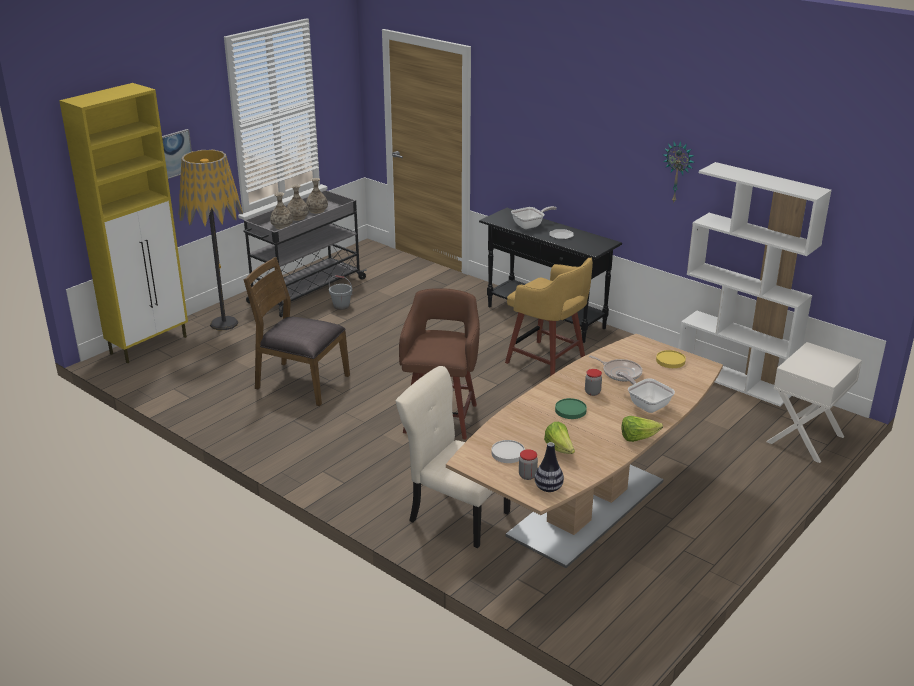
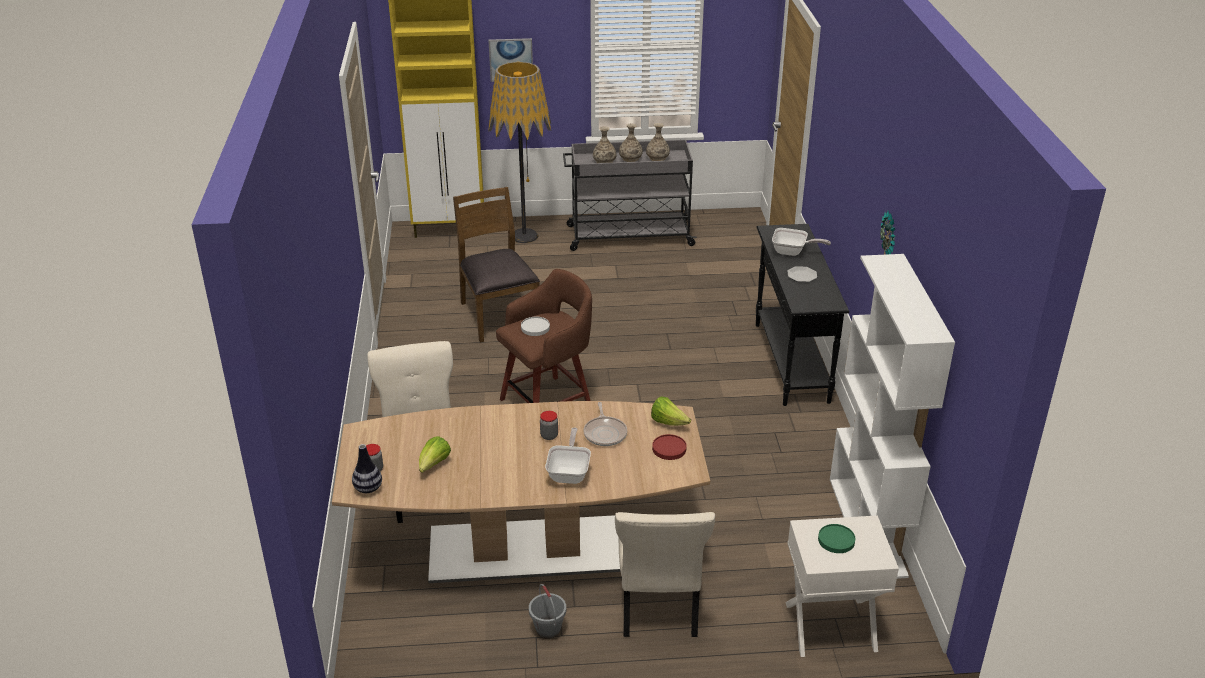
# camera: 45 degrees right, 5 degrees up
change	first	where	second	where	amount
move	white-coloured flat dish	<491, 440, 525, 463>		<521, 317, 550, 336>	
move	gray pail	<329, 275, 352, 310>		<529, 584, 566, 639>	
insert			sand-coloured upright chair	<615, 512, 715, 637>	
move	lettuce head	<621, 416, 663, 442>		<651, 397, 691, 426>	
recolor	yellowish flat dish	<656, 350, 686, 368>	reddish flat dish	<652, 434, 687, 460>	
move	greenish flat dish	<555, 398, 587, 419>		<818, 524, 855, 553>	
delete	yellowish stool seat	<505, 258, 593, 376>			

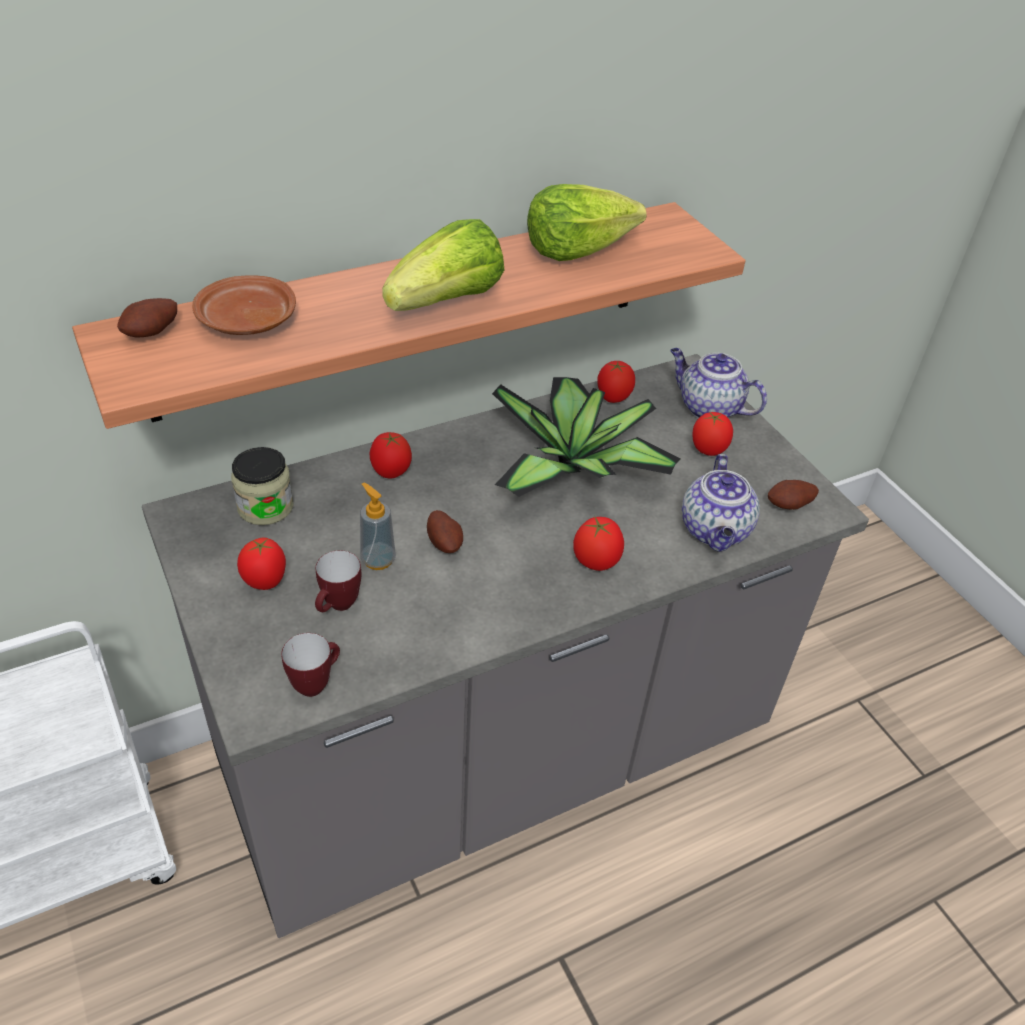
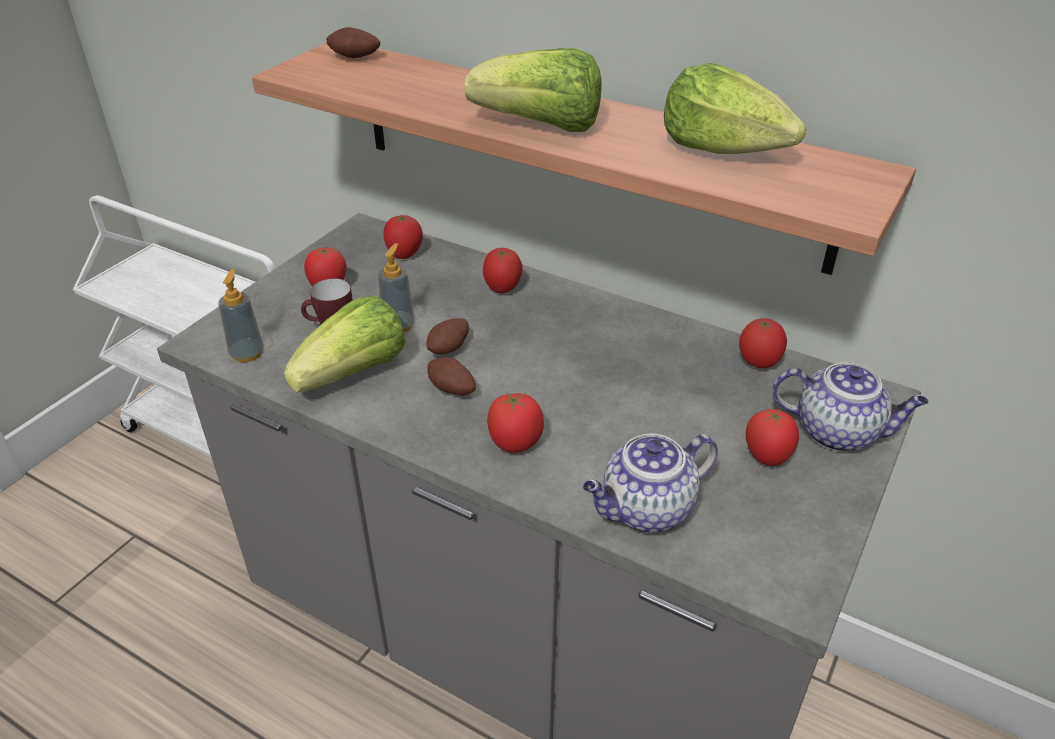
# camera: 60 degrees right, 5 degrees down
change	first	where	second	where	amount
replace	coffee mug	<281, 633, 340, 697>	soap dispenser	<218, 269, 264, 362>	
insert			lettuce head	<284, 296, 405, 393>	
replace	jar	<231, 447, 294, 525>	tomato	<383, 215, 423, 259>	
move	whole potato	<768, 480, 819, 510>		<427, 357, 476, 396>	
rotate	pot for tea	<670, 348, 767, 418>		<772, 363, 929, 452>	105 degrees clockwise
delete	brownish flat dish	<192, 275, 296, 335>			
delete	houseplant	<492, 377, 681, 497>			

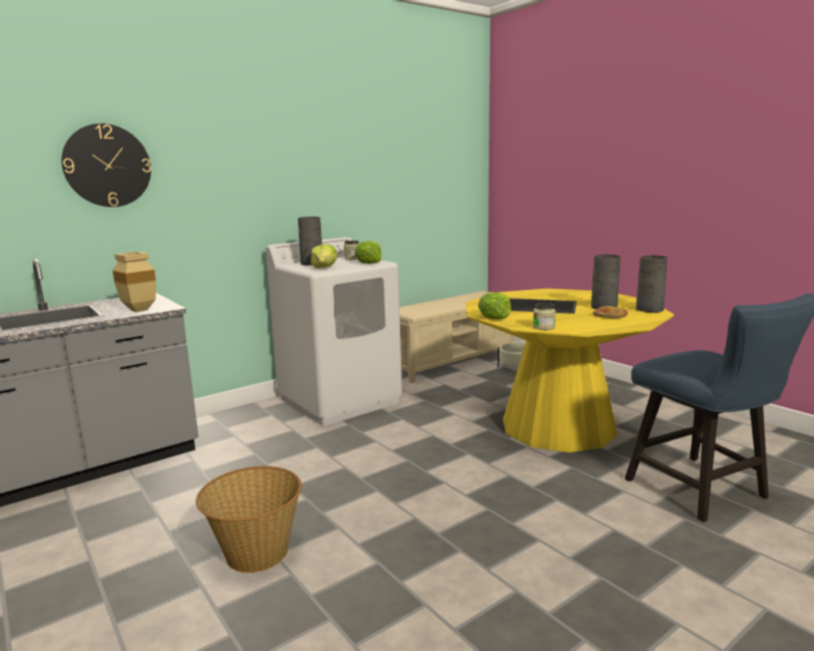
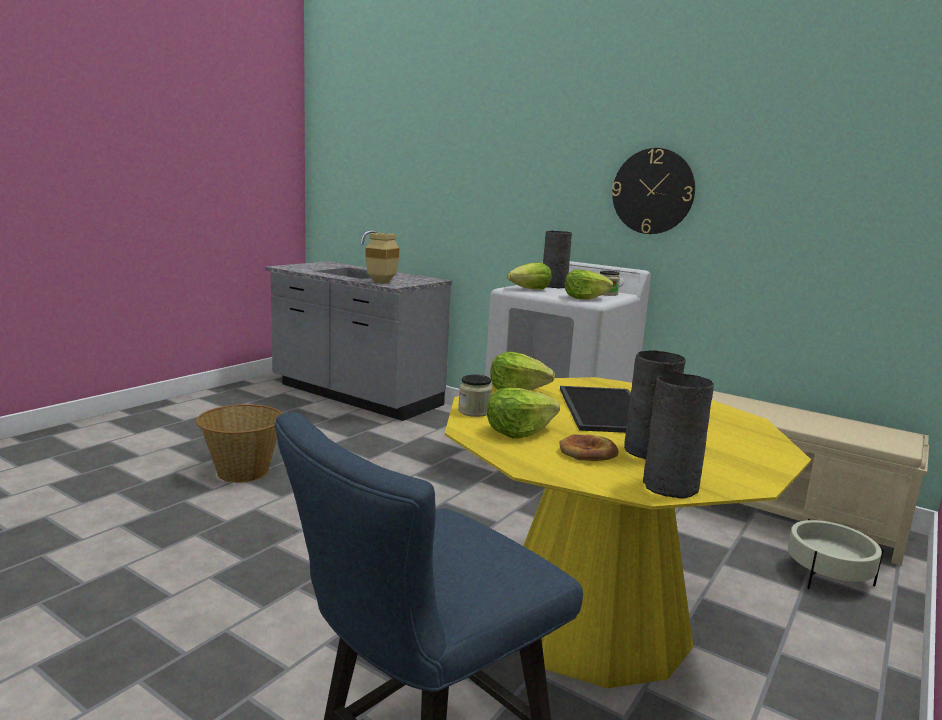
# camera: 70 degrees right, 0 degrees up
change	first	where	second	where	amount
insert			lettuce head	<487, 387, 560, 439>	
move	wall clock	<61, 123, 151, 207>		<612, 148, 695, 234>	

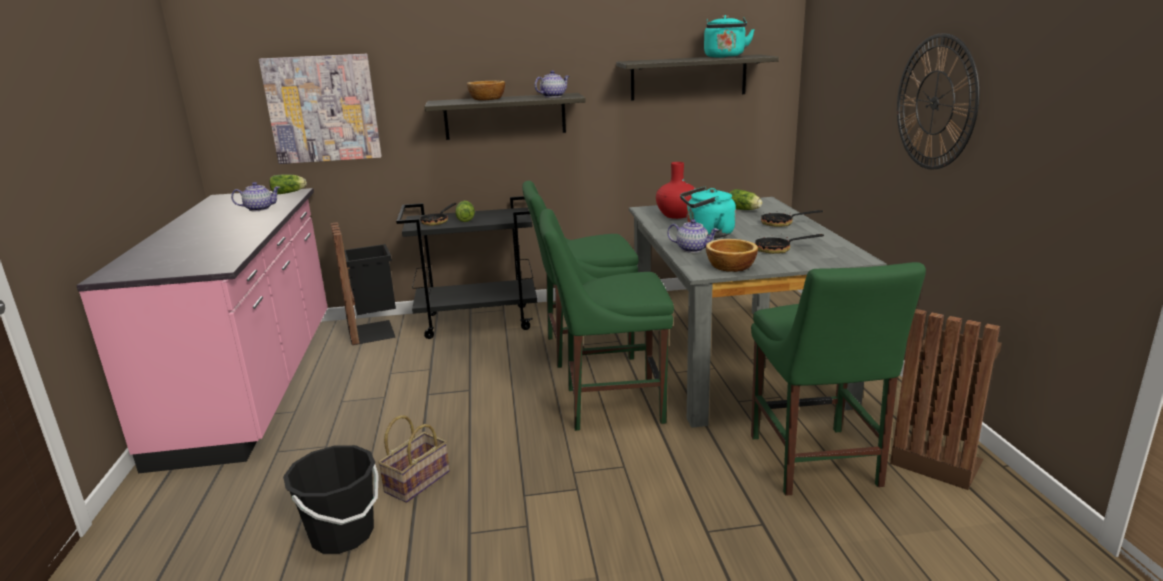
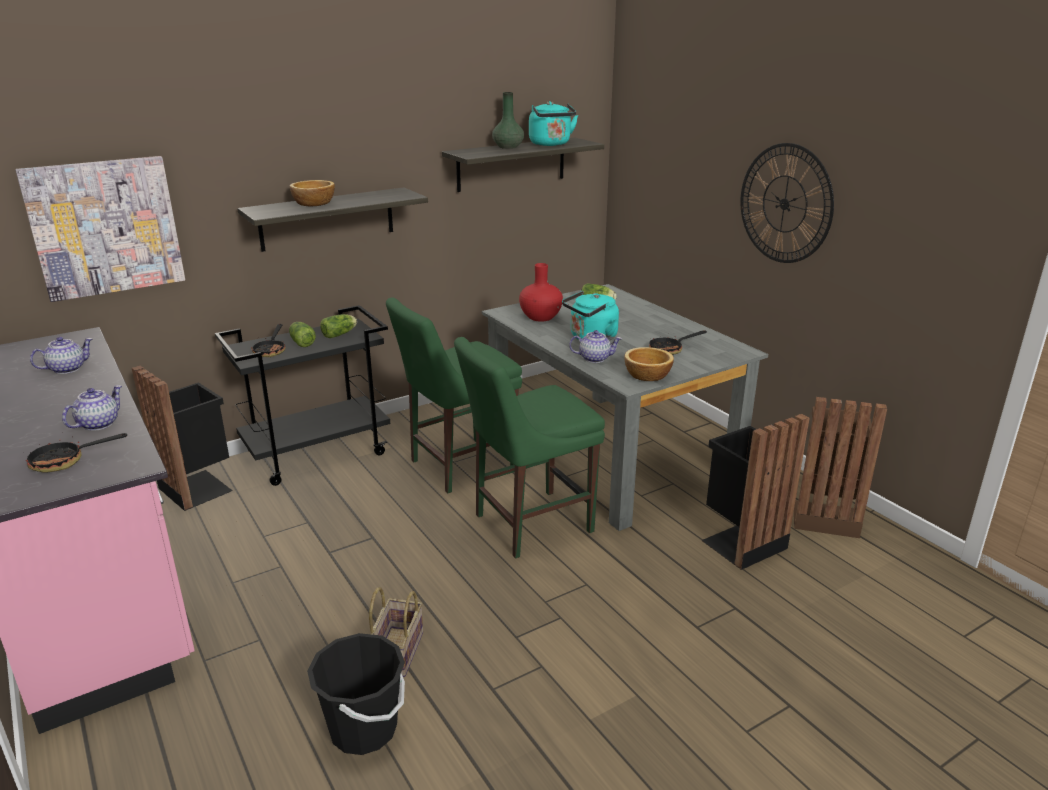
# camera: 25 degrees left, 5 degrees up
change	first	where	second	where	amount
move	skillet	<761, 210, 823, 227>		<26, 432, 127, 472>	
move	pot for tea	<534, 71, 570, 98>		<62, 385, 122, 431>	
move	lettuce head	<270, 174, 307, 194>		<320, 314, 357, 338>	
insert			greenish flower vase	<492, 92, 524, 149>	
replace	greenish upright chair	<751, 262, 926, 496>	black-coloured waste bin	<701, 414, 810, 570>	

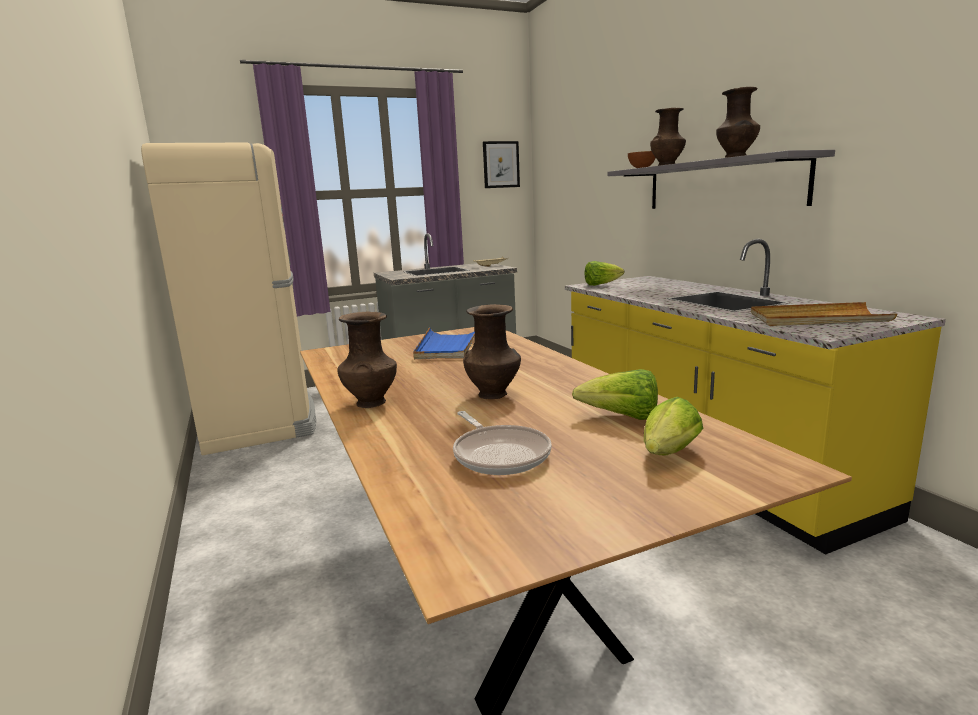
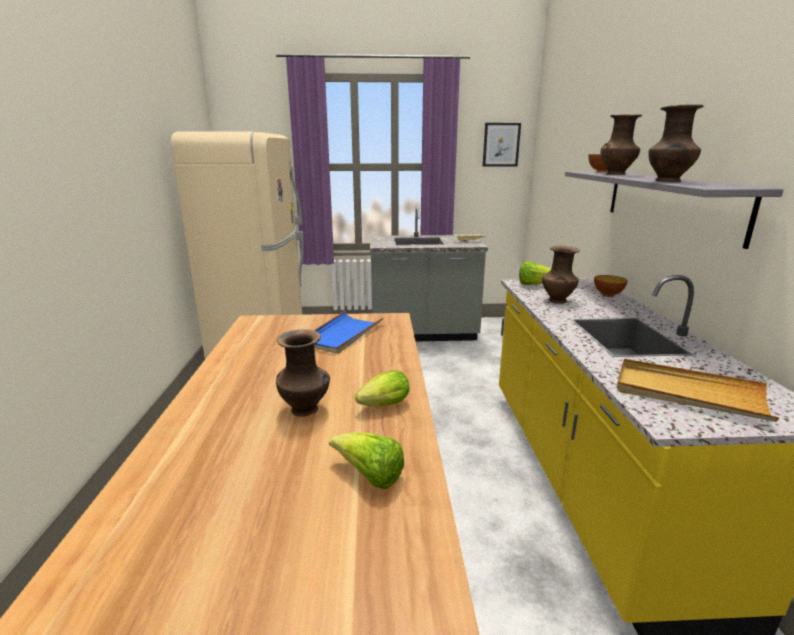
# camera: 20 degrees right, 5 degrees up
change	first	where	second	where	amount
move	lettuce head	<644, 397, 703, 456>		<355, 370, 409, 407>	
move	brownish flower vase	<337, 312, 397, 408>		<542, 246, 580, 304>	
insert			bowl	<594, 275, 628, 297>	
delete	skillet	<453, 411, 552, 475>			

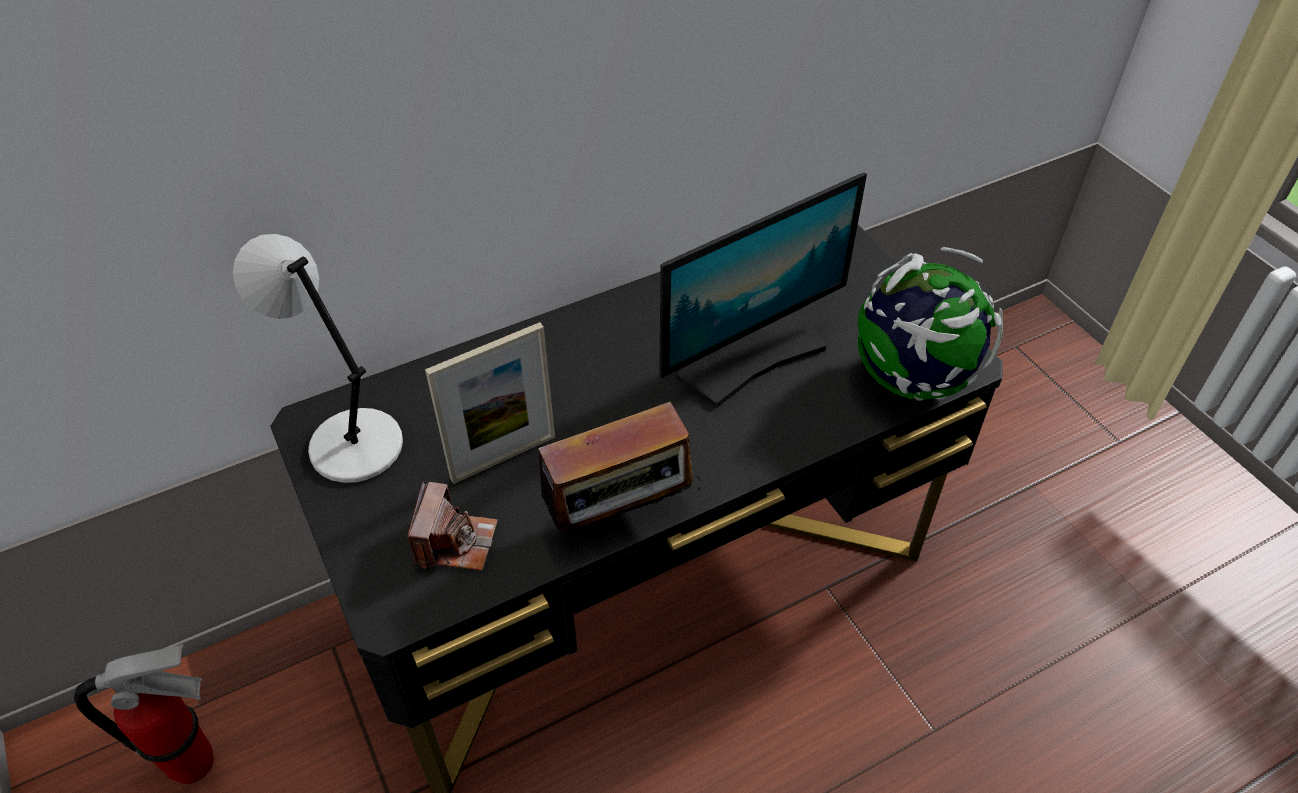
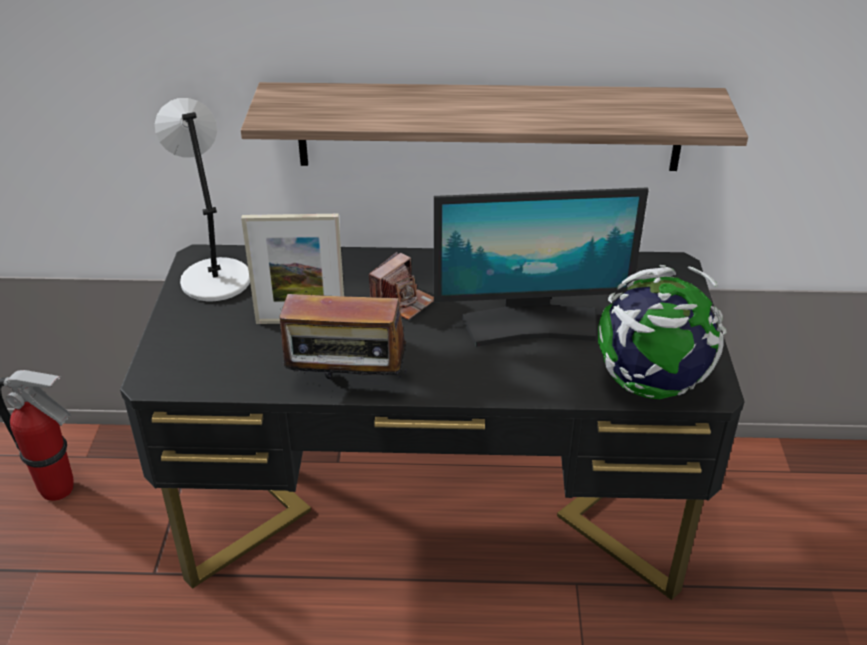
# camera: 30 degrees right, 10 degrees down
change	first	where	second	where	amount
insert			wall shelf	<241, 82, 748, 171>	
move	still camera	<407, 482, 498, 571>		<369, 252, 434, 320>	

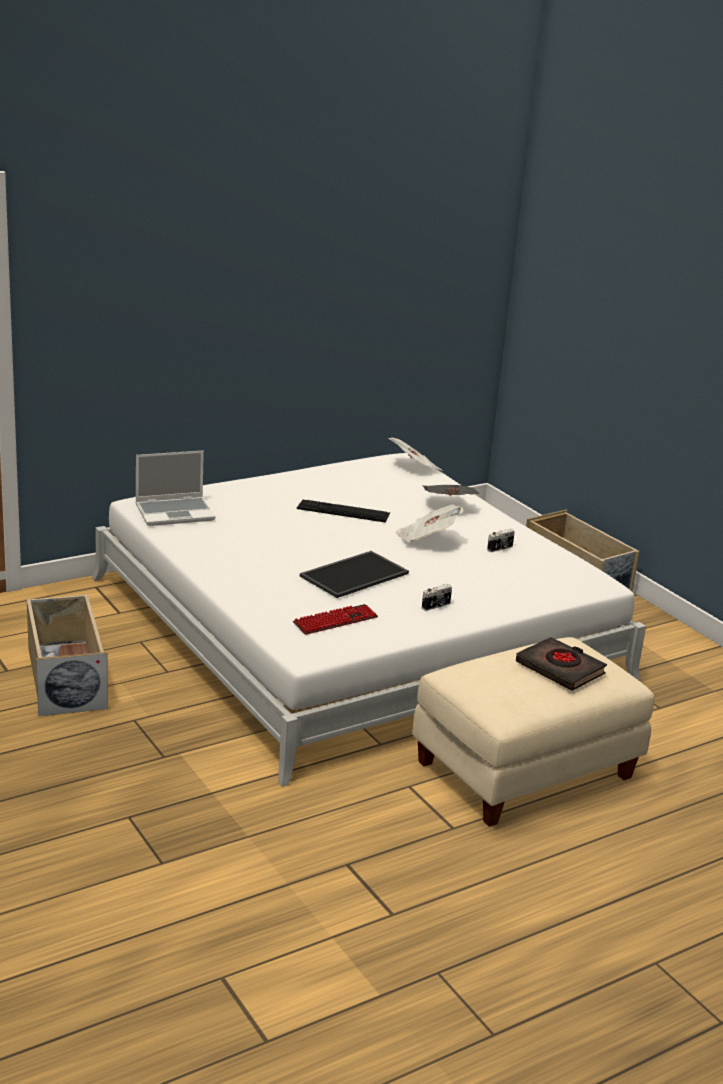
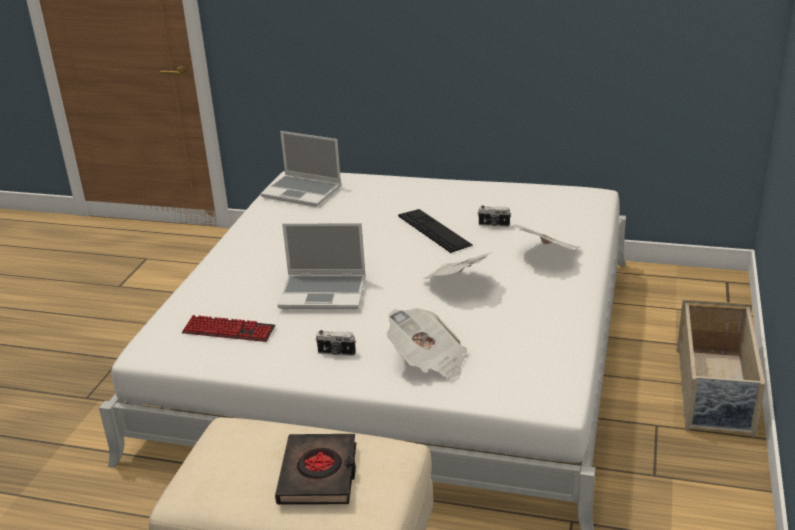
# camera: 50 degrees right, 5 degrees up
change	first	where	second	where	amount
replace	serving tray	<300, 551, 409, 598>	portable computer	<278, 223, 366, 309>	
move	newspaper	<388, 437, 442, 470>		<387, 308, 467, 380>	
move	still camera	<487, 529, 515, 552>		<478, 205, 511, 227>	
delete	sand-coloured storage container	<27, 594, 108, 716>			

